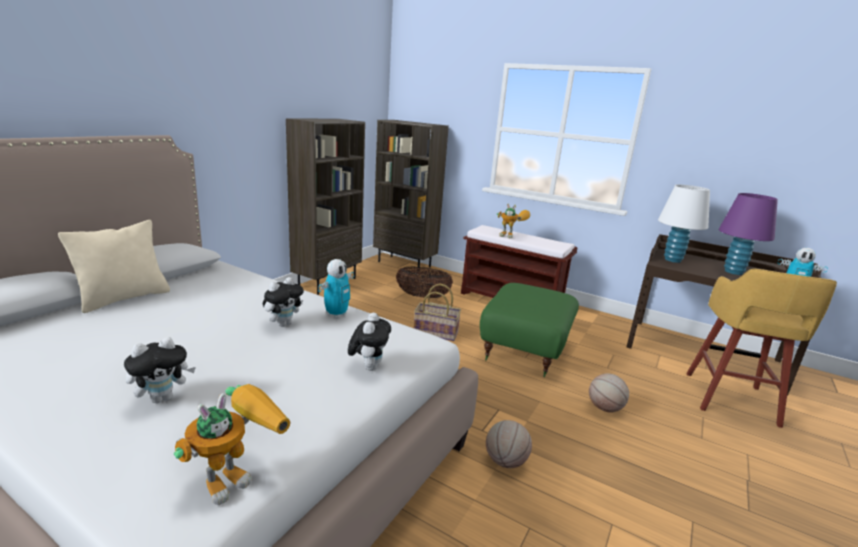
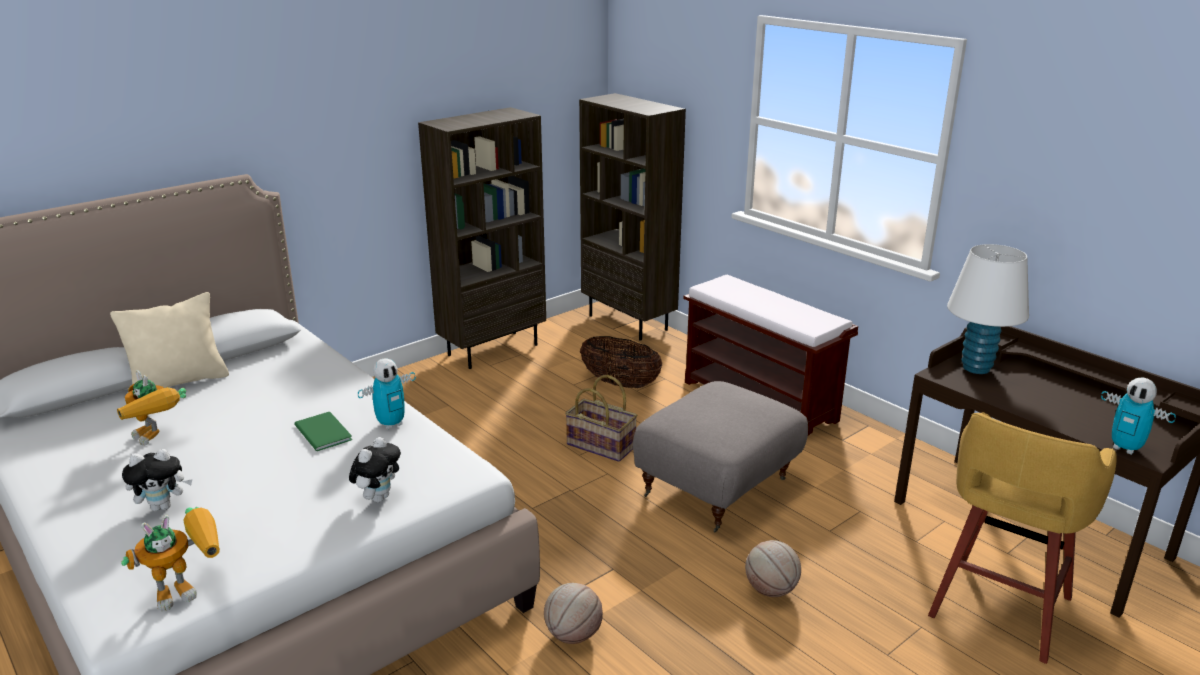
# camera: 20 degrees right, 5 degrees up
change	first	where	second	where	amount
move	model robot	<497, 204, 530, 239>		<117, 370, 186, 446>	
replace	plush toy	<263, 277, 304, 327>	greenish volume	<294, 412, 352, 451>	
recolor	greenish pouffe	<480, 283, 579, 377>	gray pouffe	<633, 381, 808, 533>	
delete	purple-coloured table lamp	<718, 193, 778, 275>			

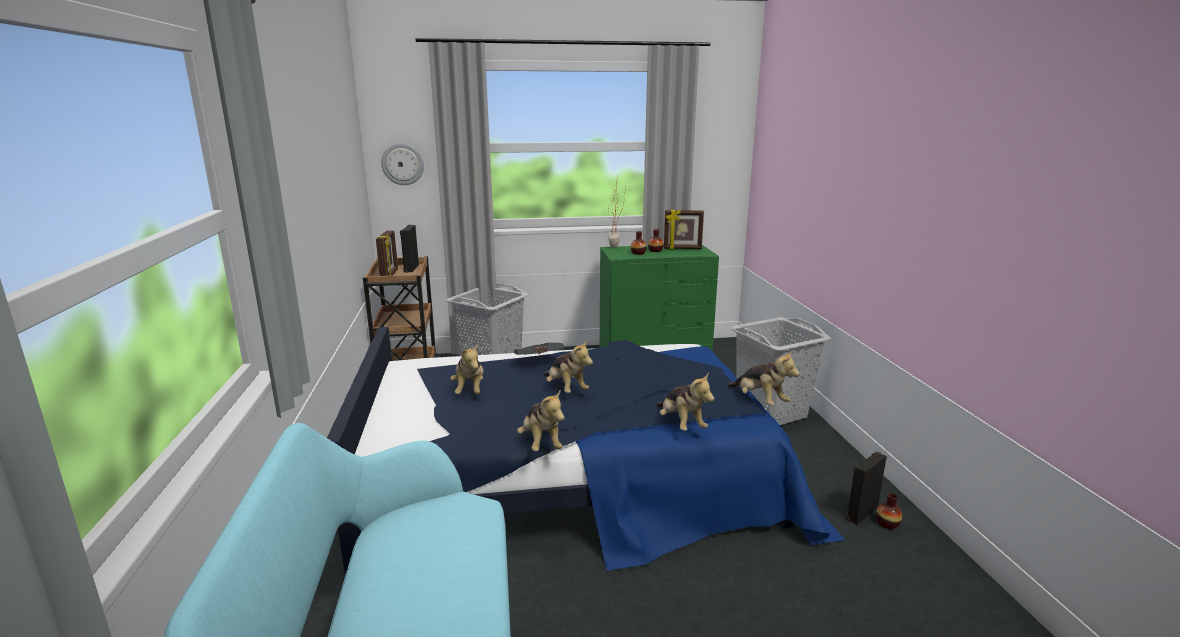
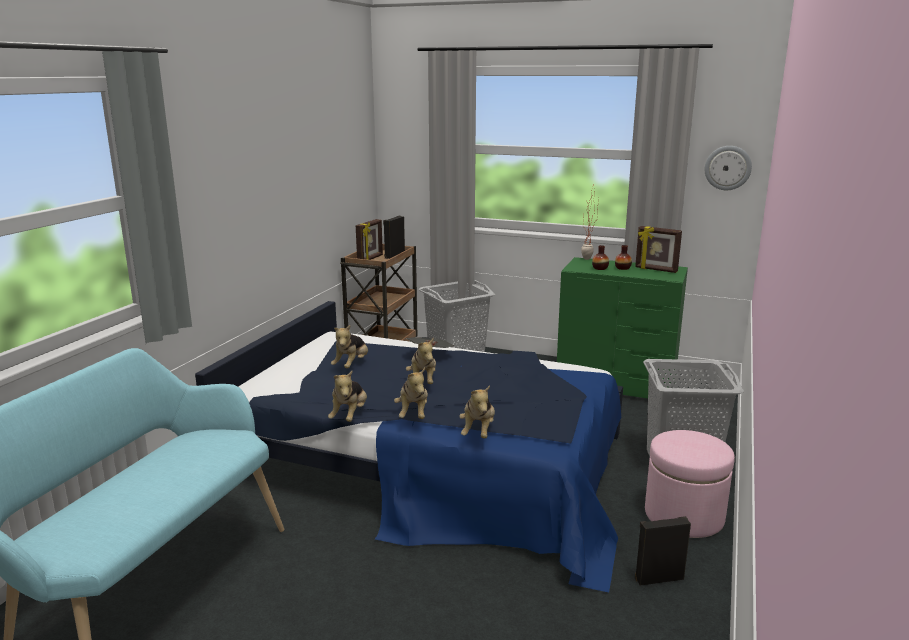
# camera: 30 degrees right, 0 degrees up
change	first	where	second	where	amount
move	plush toy	<728, 350, 800, 405>		<394, 368, 428, 419>	
insert			pink-coloured pouffe	<645, 430, 735, 538>	
move	wall clock	<381, 143, 424, 185>		<705, 146, 752, 190>	
delete	flower vase	<876, 493, 902, 529>			

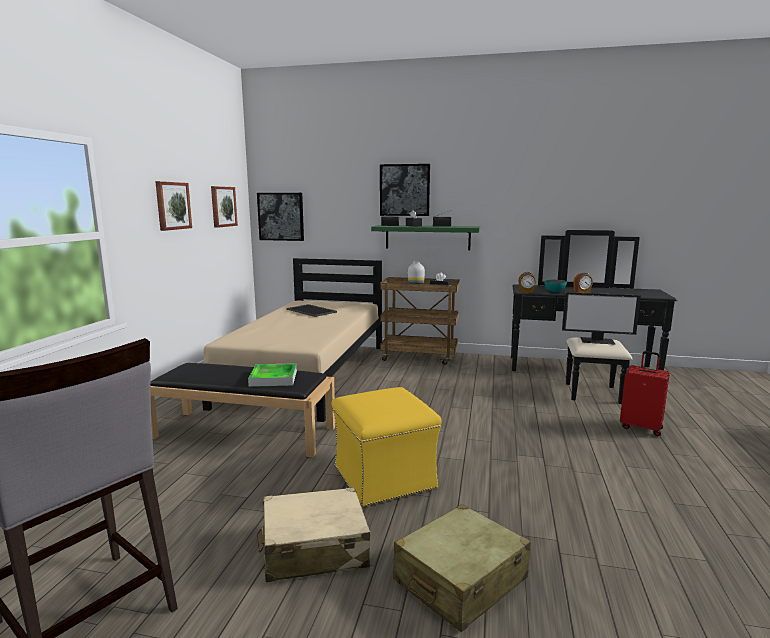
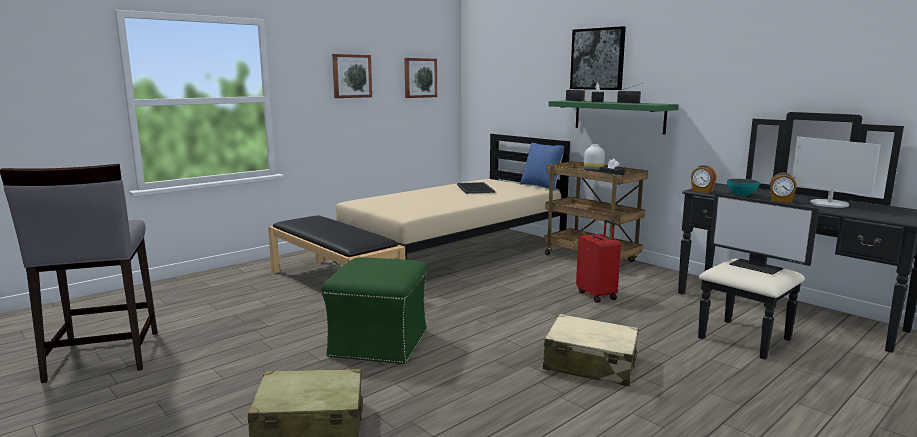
# camera: 35 degrees right, 0 degrees up
change	first	where	second	where	amount
recolor	yellowish pouffe	<331, 387, 442, 507>	greenish pouffe	<322, 258, 427, 365>	
insert			blue pillow	<520, 143, 564, 191>	
move	sand-coloured travel case	<256, 487, 370, 582>		<543, 314, 639, 386>	
move	reddish travel case	<620, 351, 670, 436>		<576, 220, 621, 303>	
insert			computer display	<792, 137, 881, 208>	
delete	serving tray	<248, 363, 297, 387>			
delete	picture	<257, 193, 304, 241>			

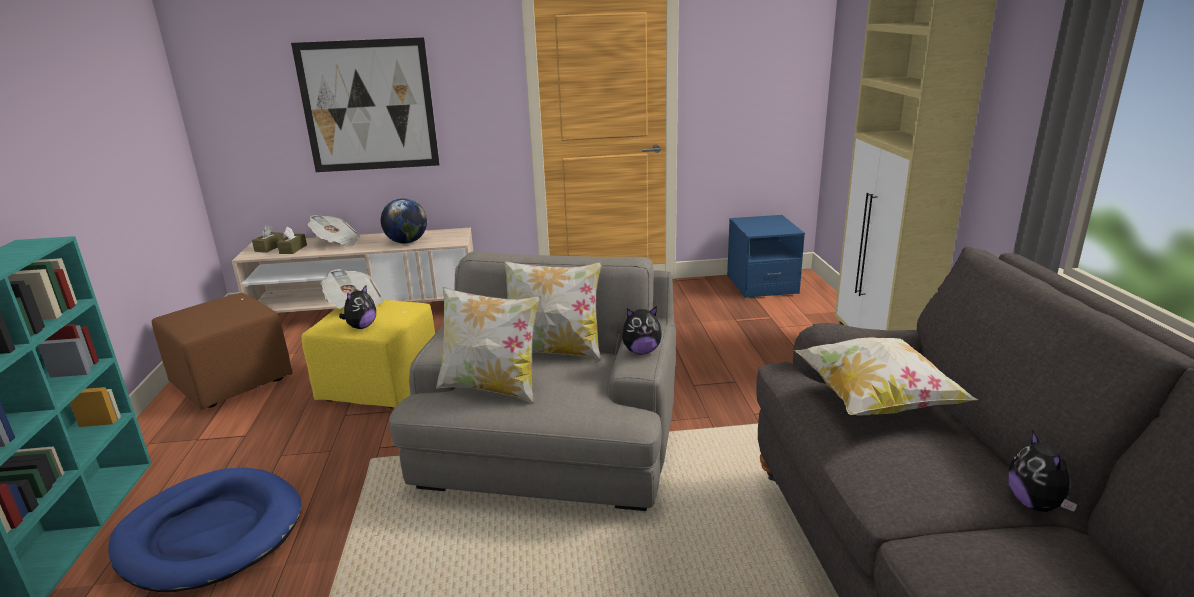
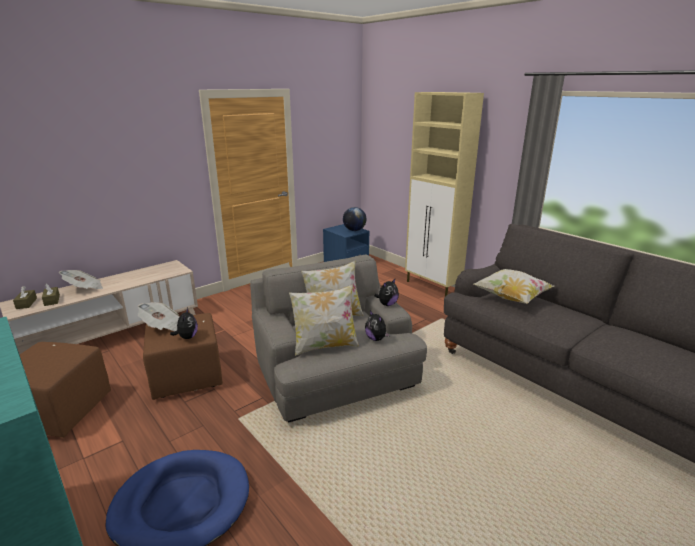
# camera: 35 degrees left, 0 degrees up
change	first	where	second	where	amount
recolor	yellowish pouffe	<302, 300, 435, 408>	brownish pouffe	<143, 313, 223, 400>	
move	globe	<381, 198, 427, 244>		<343, 207, 367, 231>	
move	plush toy	<1009, 431, 1077, 512>		<365, 310, 390, 341>	
delete	picture	<291, 37, 440, 172>			

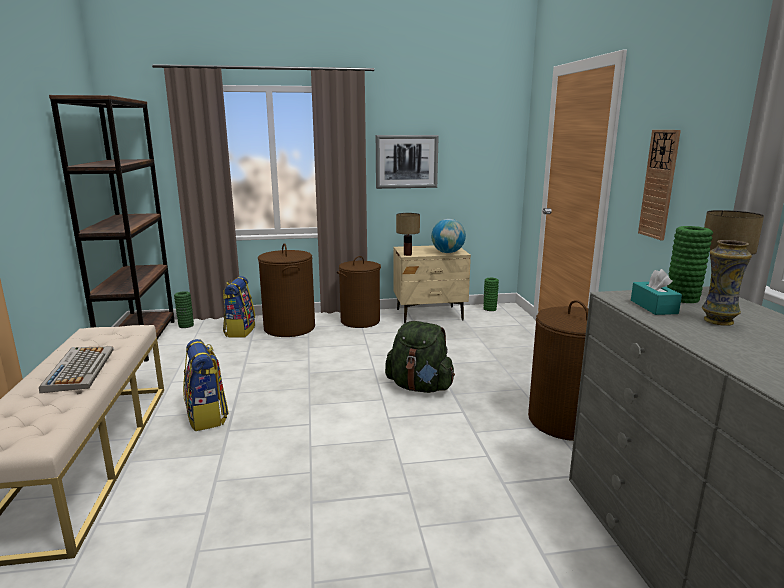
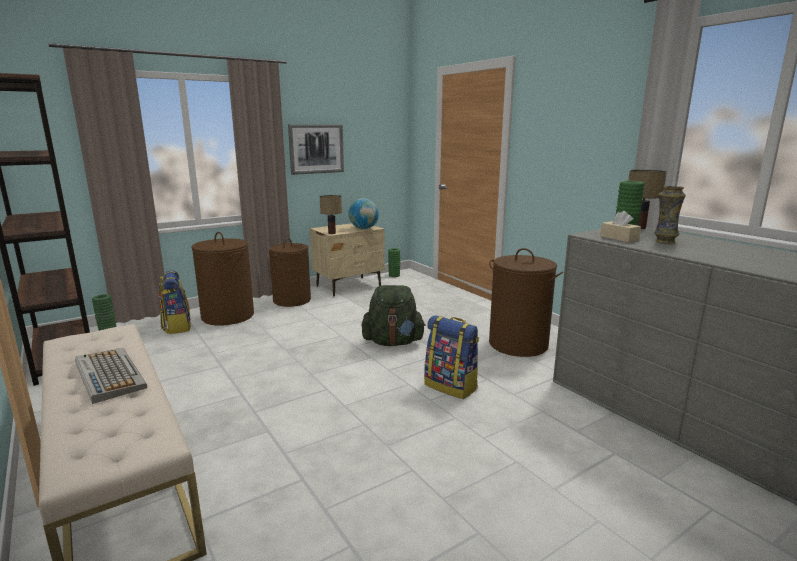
# camera: 25 degrees left, 0 degrees up
change	first	where	second	where	amount
move	backpack	<183, 339, 229, 431>		<424, 315, 479, 399>	
recolor	blue-green box of tissues	<631, 269, 682, 315>	sand-coloured box of tissues	<600, 211, 641, 242>	
delete	wall clock	<638, 130, 681, 240>			

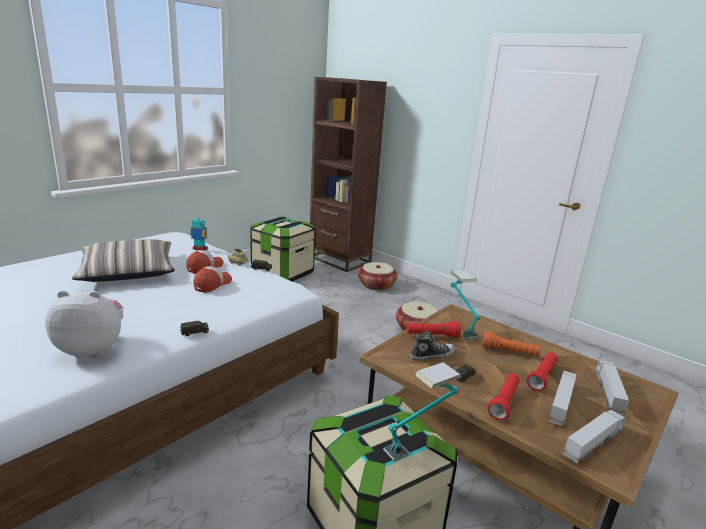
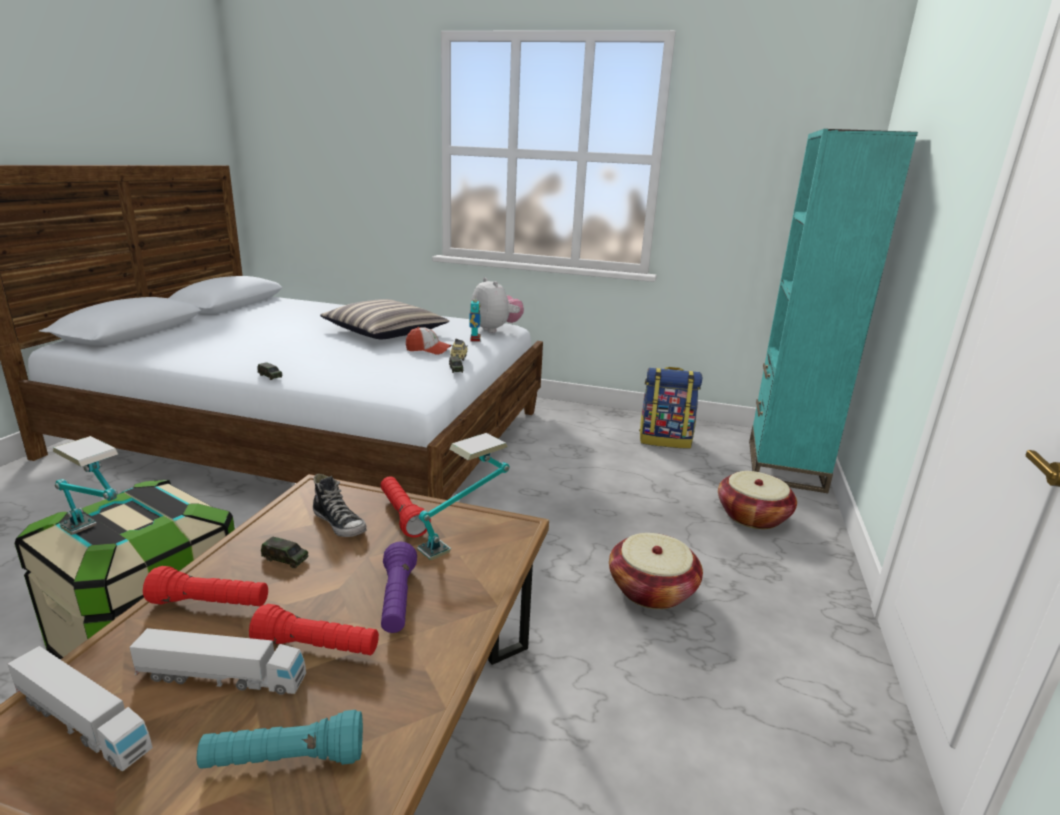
# camera: 65 degrees right, 0 degrees up
change	first	where	second	where	amount
replace	model truck	<596, 360, 629, 416>	blue-green hand torch	<197, 710, 363, 769>	
recolor	orangey hand torch	<482, 331, 541, 356>	purple-coloured hand torch	<381, 542, 417, 633>	
move	plush toy	<45, 290, 123, 358>		<472, 278, 524, 333>	
replace	storage container	<250, 216, 316, 282>	backpack	<639, 367, 702, 449>	
recolor	brownish shelving unit	<310, 77, 387, 272>	blue-green shelving unit	<749, 129, 918, 493>	
delete	peaked cap	<193, 266, 232, 293>			

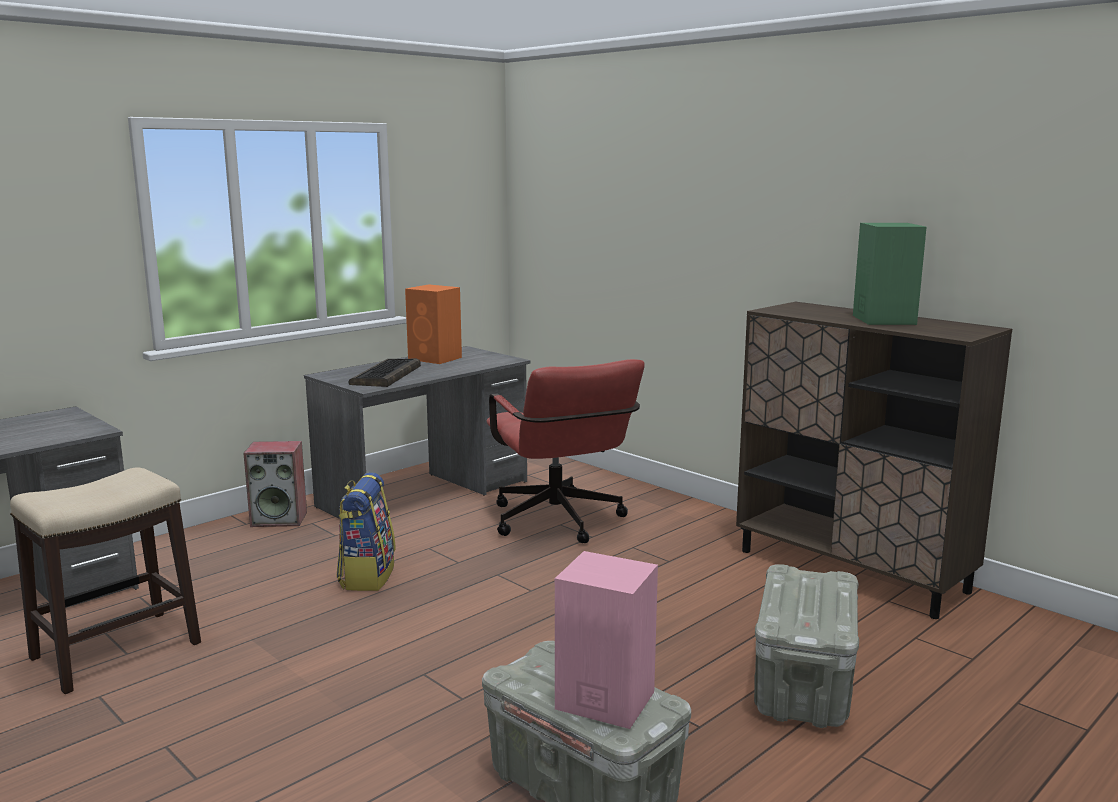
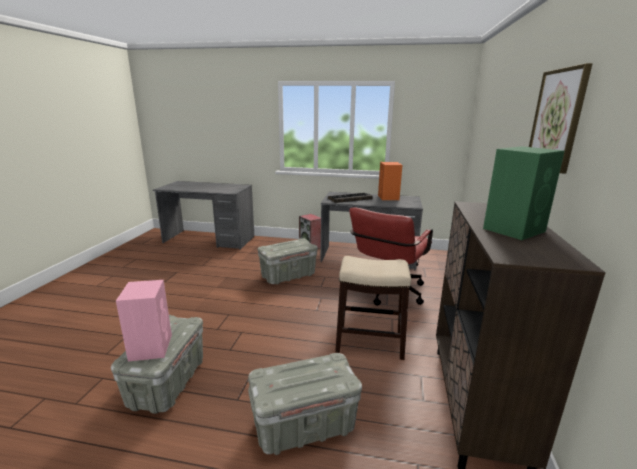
# camera: 55 degrees right, 5 degrees up
change	first	where	second	where	amount
replace	backpack	<336, 472, 396, 591>	gray storage container	<258, 238, 318, 284>	
move	stool seat	<10, 467, 201, 694>		<335, 256, 411, 360>	
insert			picture	<529, 63, 592, 174>	

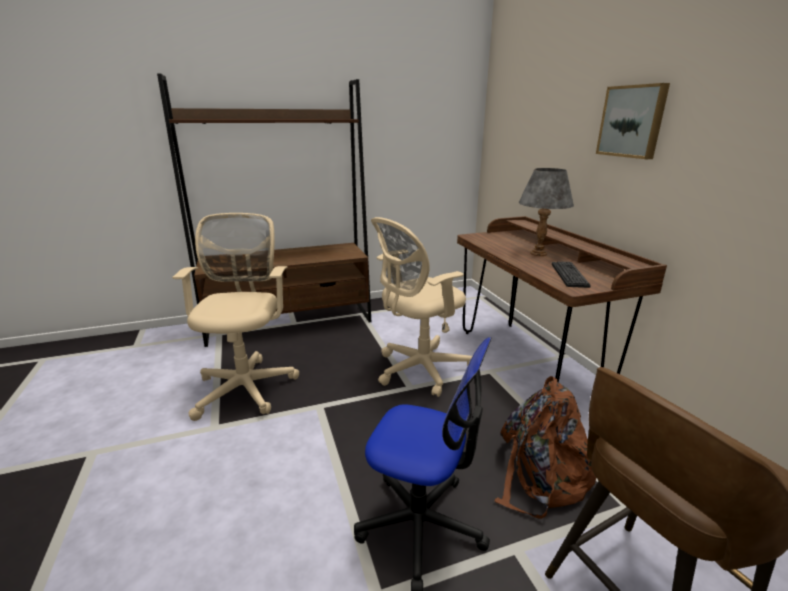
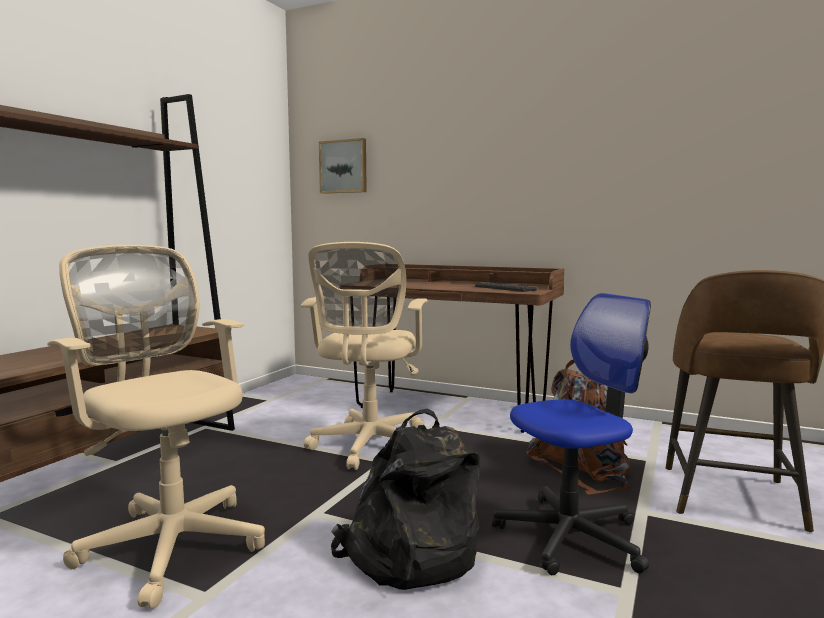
# camera: 45 degrees left, 15 degrees down
change	first	where	second	where	amount
move	picture	<596, 83, 670, 159>		<319, 138, 367, 194>	
insert			black-coloured backpack	<331, 408, 480, 590>	
delete	gray table lamp	<518, 168, 574, 256>			

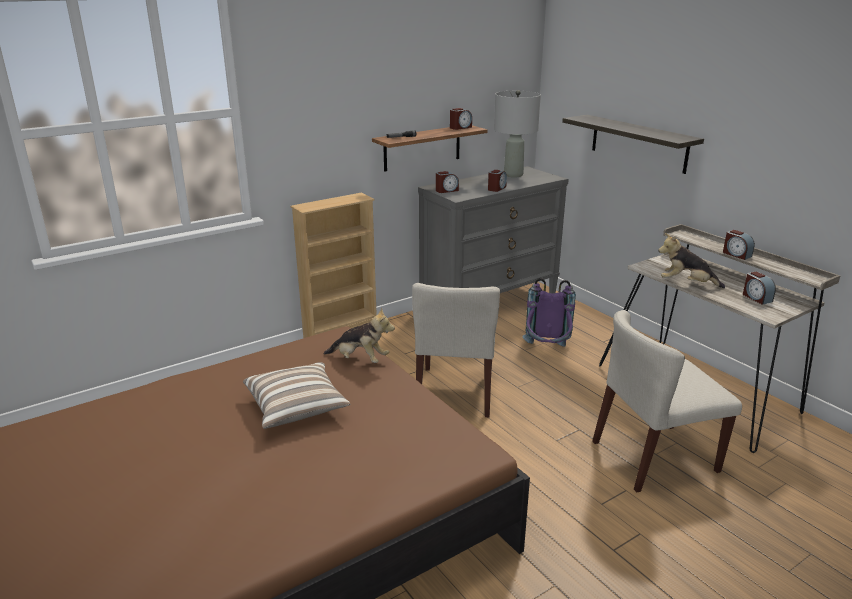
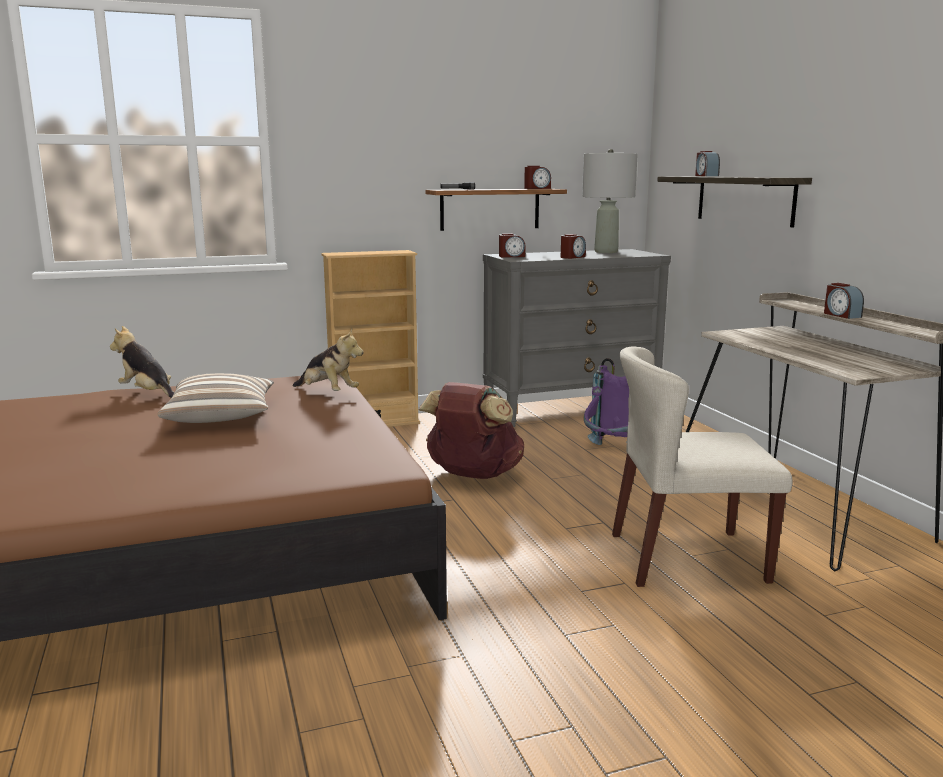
# camera: 15 degrees right, 10 degrees down
change	first	where	second	where	amount
move	plush toy	<658, 233, 725, 288>		<110, 326, 175, 398>	
replace	sand-coloured upright chair	<412, 283, 500, 417>	brownish backpack	<419, 382, 524, 479>	
move	bedside clock	<743, 272, 776, 305>		<695, 151, 720, 176>	

